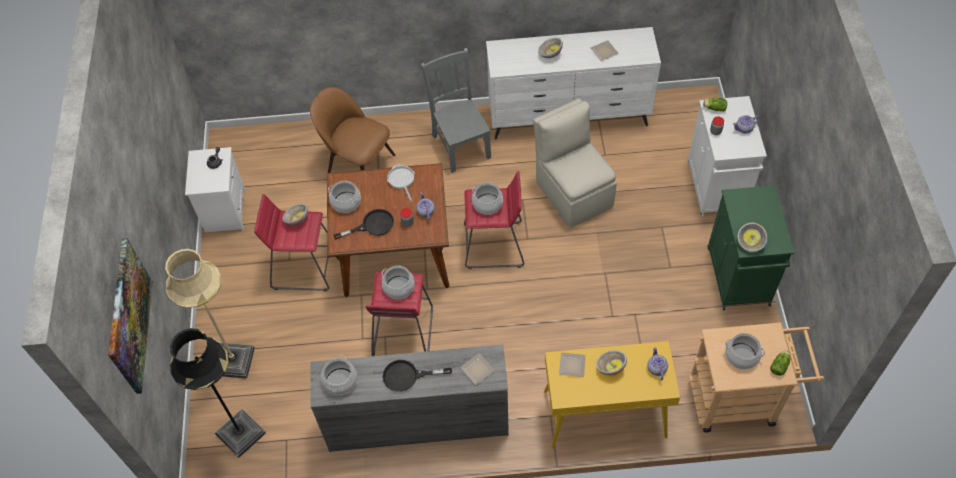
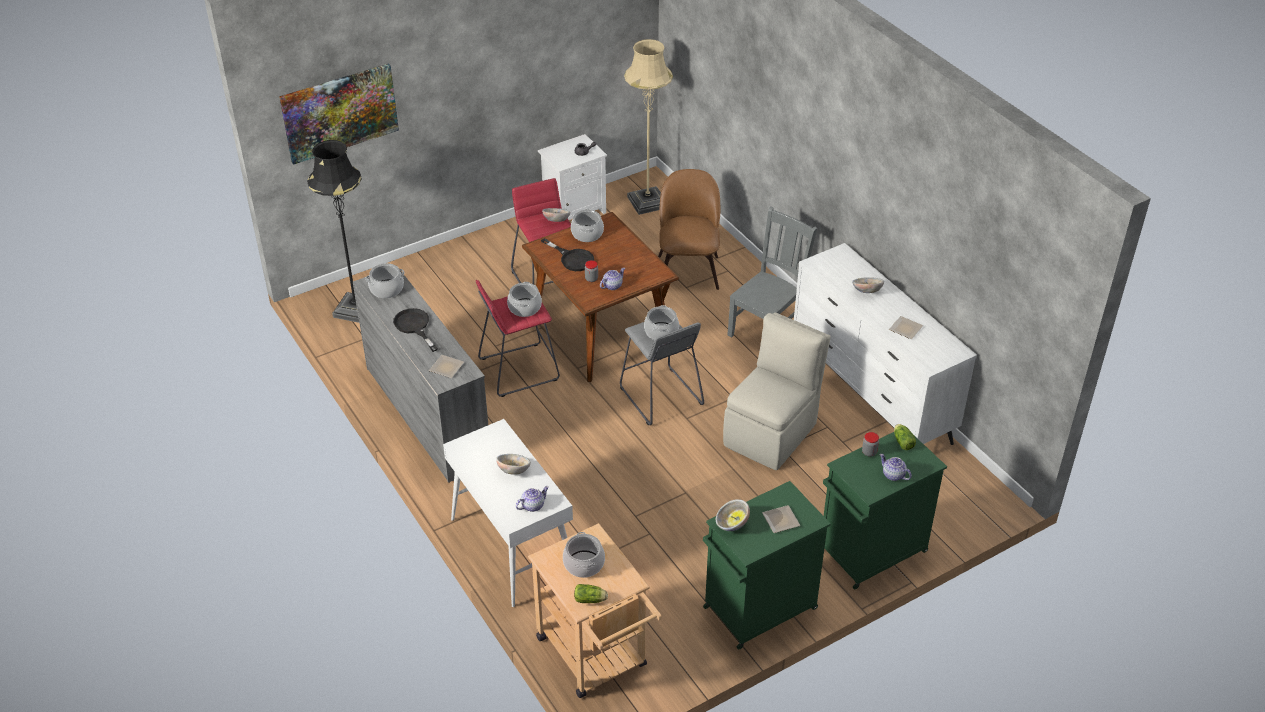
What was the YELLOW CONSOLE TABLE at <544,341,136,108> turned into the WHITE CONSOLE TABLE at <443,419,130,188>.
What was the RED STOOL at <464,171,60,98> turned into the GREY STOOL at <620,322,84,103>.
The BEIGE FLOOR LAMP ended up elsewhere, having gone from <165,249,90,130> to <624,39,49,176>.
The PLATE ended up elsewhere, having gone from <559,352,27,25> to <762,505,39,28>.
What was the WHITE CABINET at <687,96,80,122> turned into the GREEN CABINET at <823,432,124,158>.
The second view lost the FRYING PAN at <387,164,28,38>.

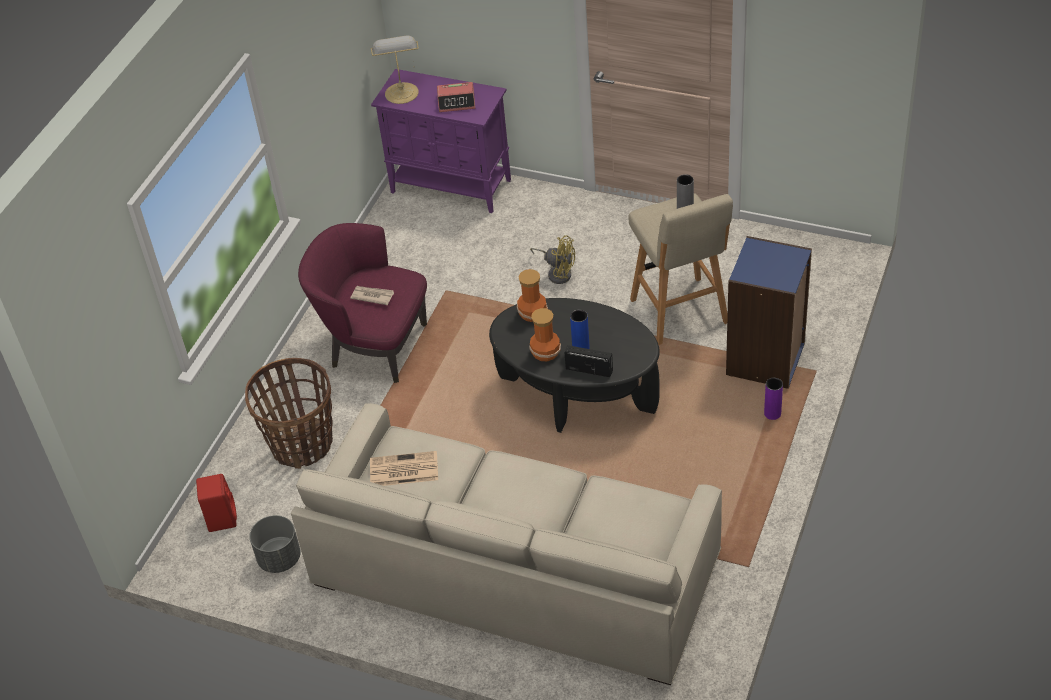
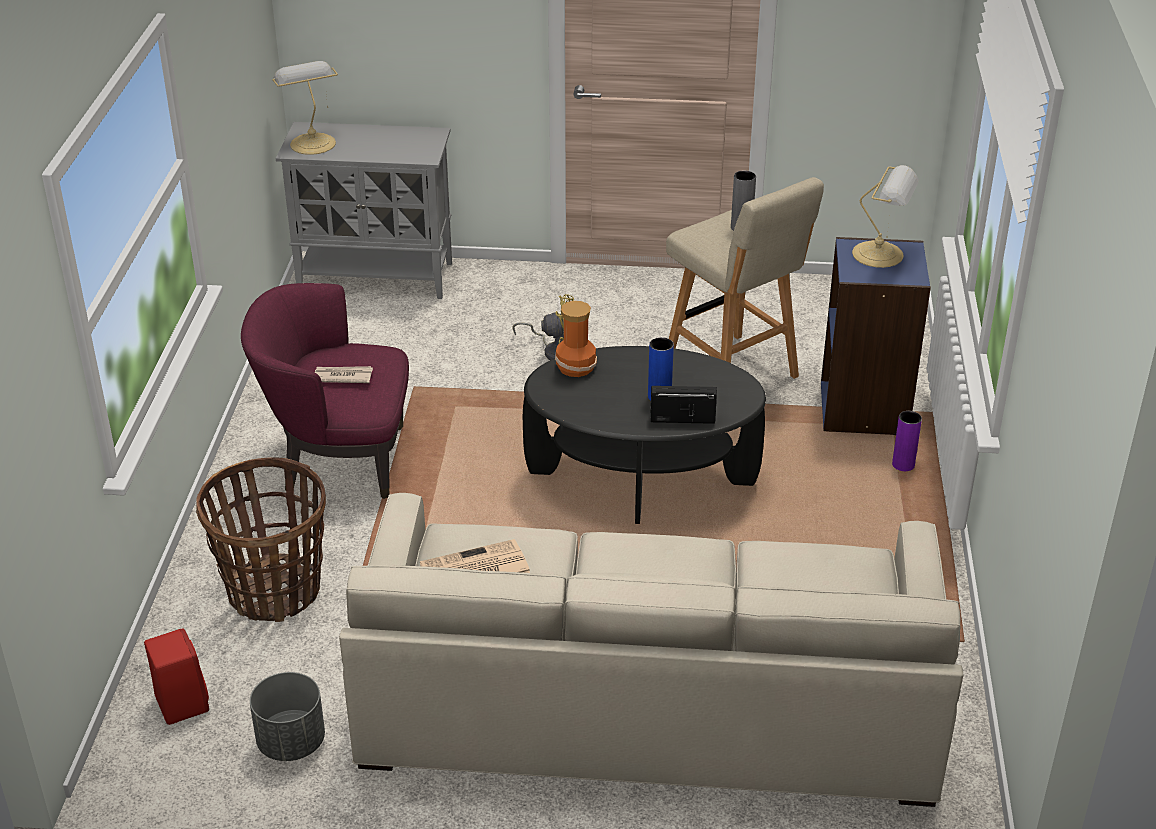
What was the PURPLE CABINET at <371,69,140,144> turned into the GREY CABINET at <275,122,177,177>.
The second view gained the TABLE LAMP at <852,165,67,103>.
The second view lost the ALARM CLOCK at <437,82,38,30>.
The second view lost the VASE at <529,308,32,53>.

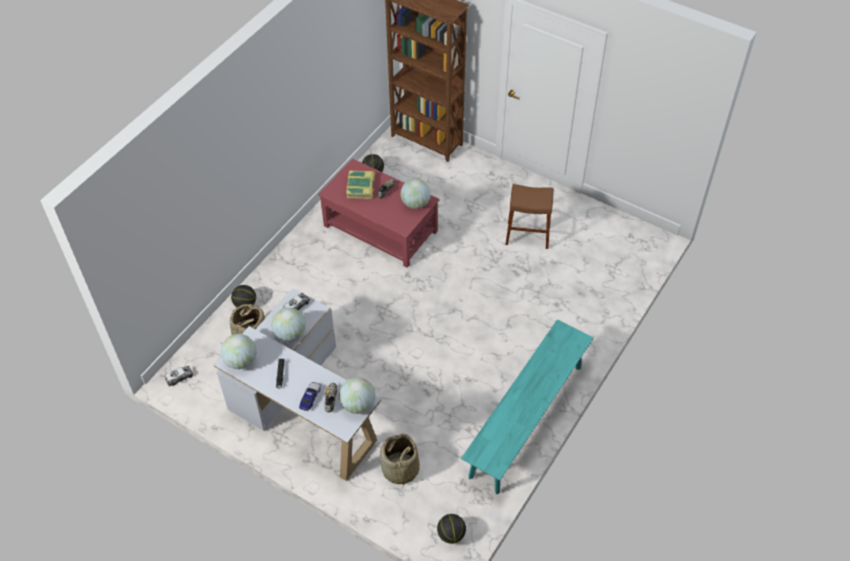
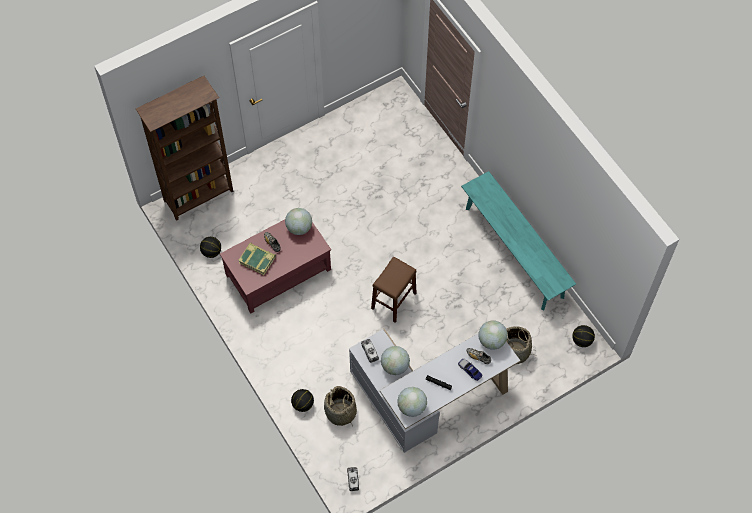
The BROWN STOOL ended up elsewhere, having gone from <505,184,49,65> to <371,256,45,67>.

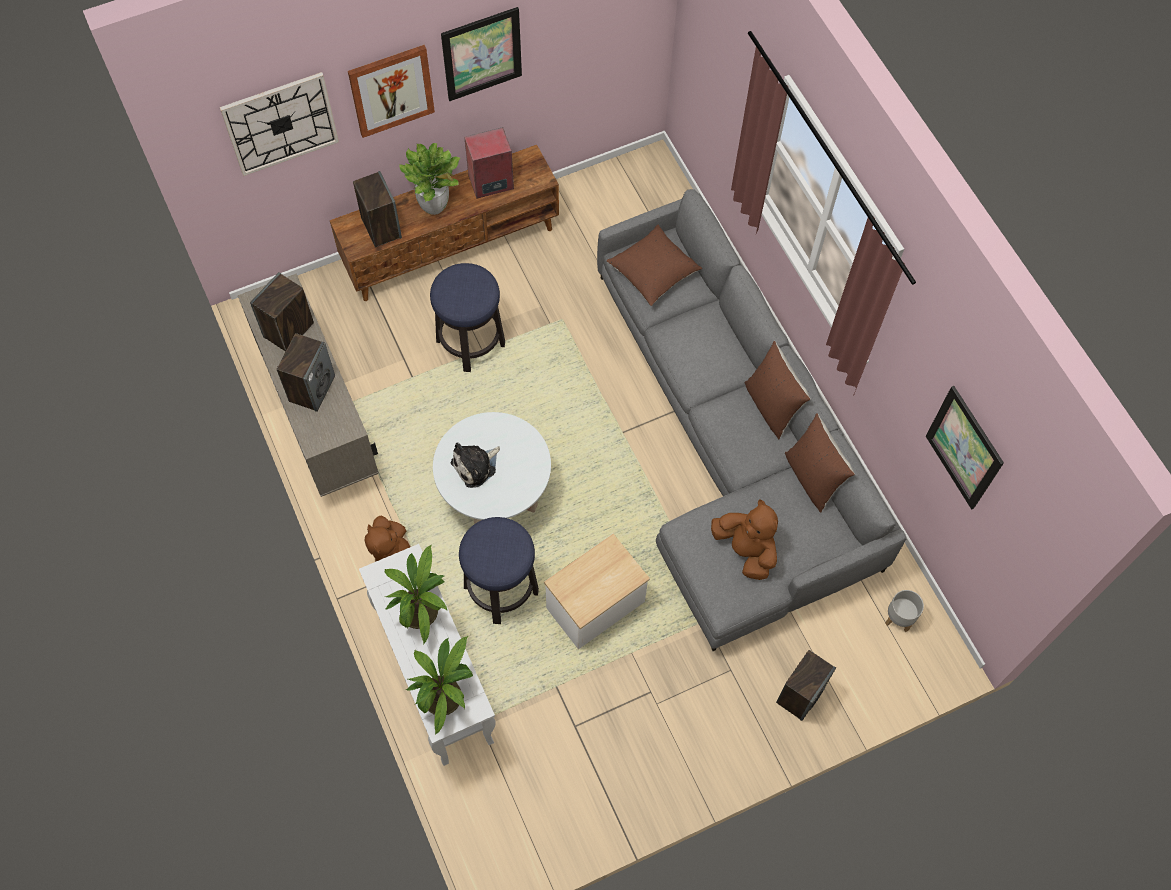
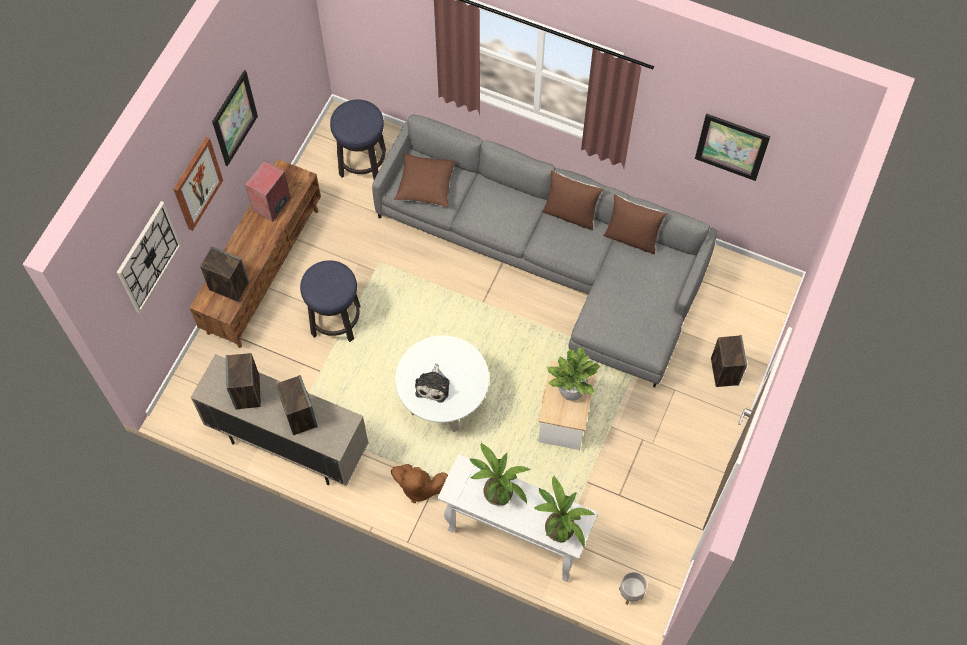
The STOOL ended up elsewhere, having gone from <459,517,80,107> to <330,100,56,80>.
The POTTED PLANT ended up elsewhere, having gone from <399,143,62,72> to <547,347,54,54>.
The GREY PLANTER ended up elsewhere, having gone from <885,590,39,42> to <619,572,28,33>.
The second view lost the BROWN PLUSH TOY at <711,499,67,81>.

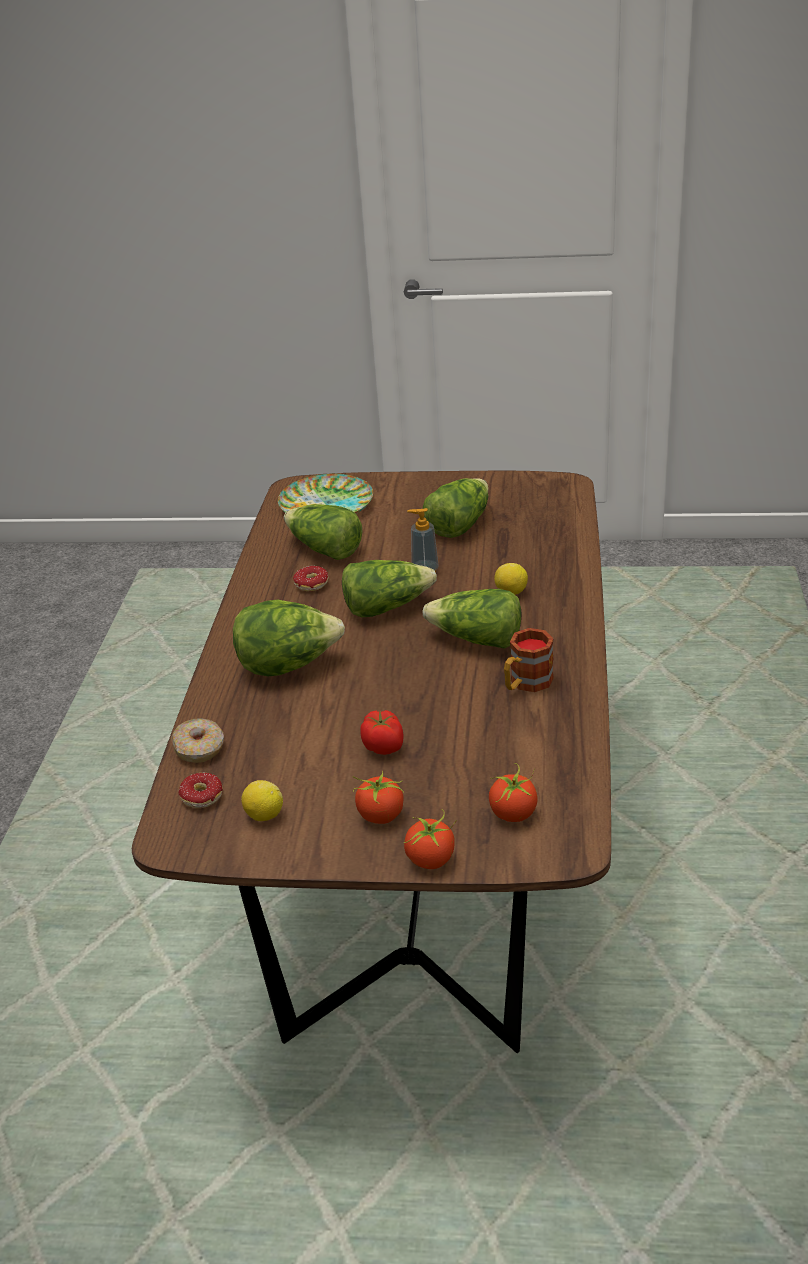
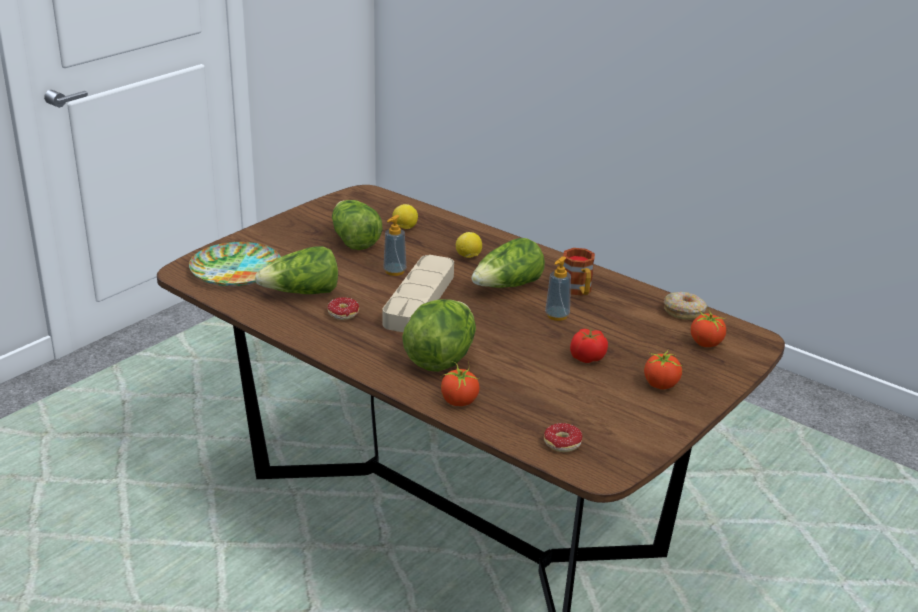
Where the LETTUCE stood at <342,560,95,57>, the BEIGE TRAY came to stand at <383,255,71,77>.
The LEMON ended up elsewhere, having gone from <241,780,42,41> to <392,204,26,25>.
The TOMATO ended up elsewhere, having gone from <404,809,53,60> to <441,362,39,44>.
The second view gained the SOAP DISPENSER at <545,256,26,65>.
The DONUT ended up elsewhere, having gone from <171,718,53,45> to <664,292,43,28>.

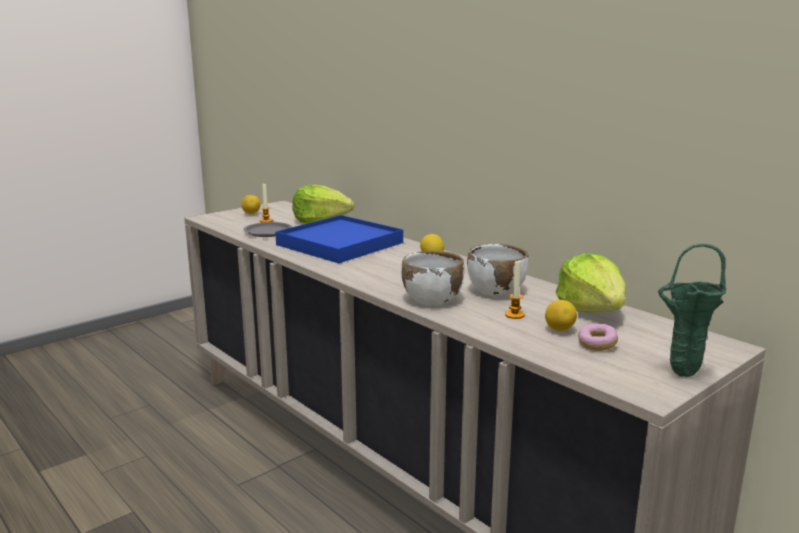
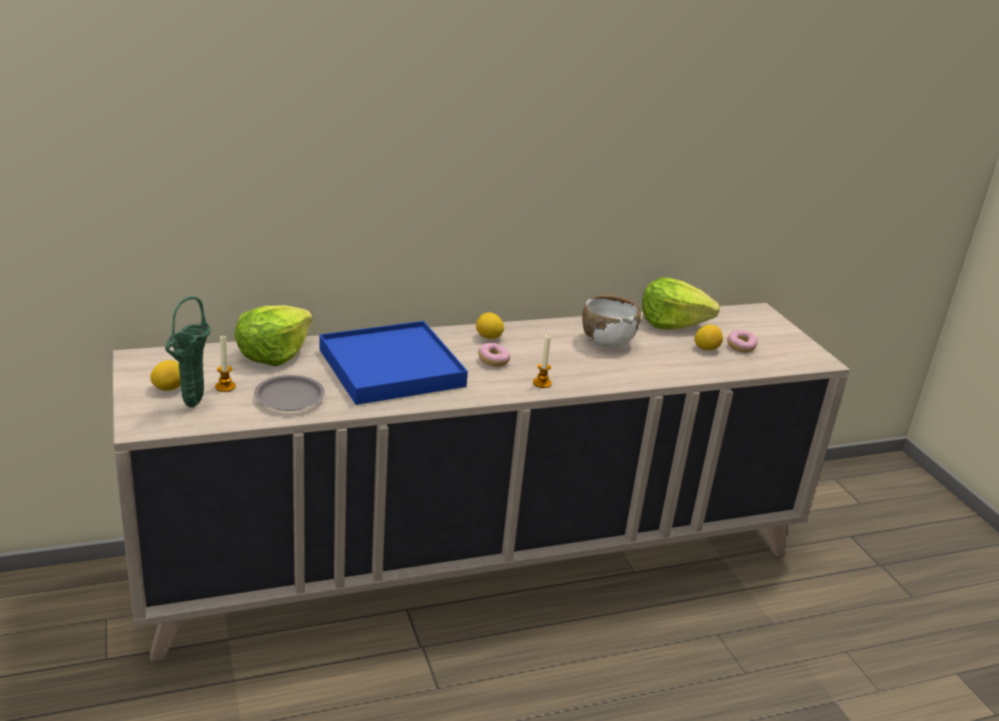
The GREEN VASE ended up elsewhere, having gone from <658,244,68,133> to <165,296,46,112>.
The second view gained the DONUT at <478,343,32,24>.
The CANDLE ended up elsewhere, having gone from <505,260,20,59> to <533,334,19,54>.
The second view lost the WHITE BOWL at <402,251,63,55>.

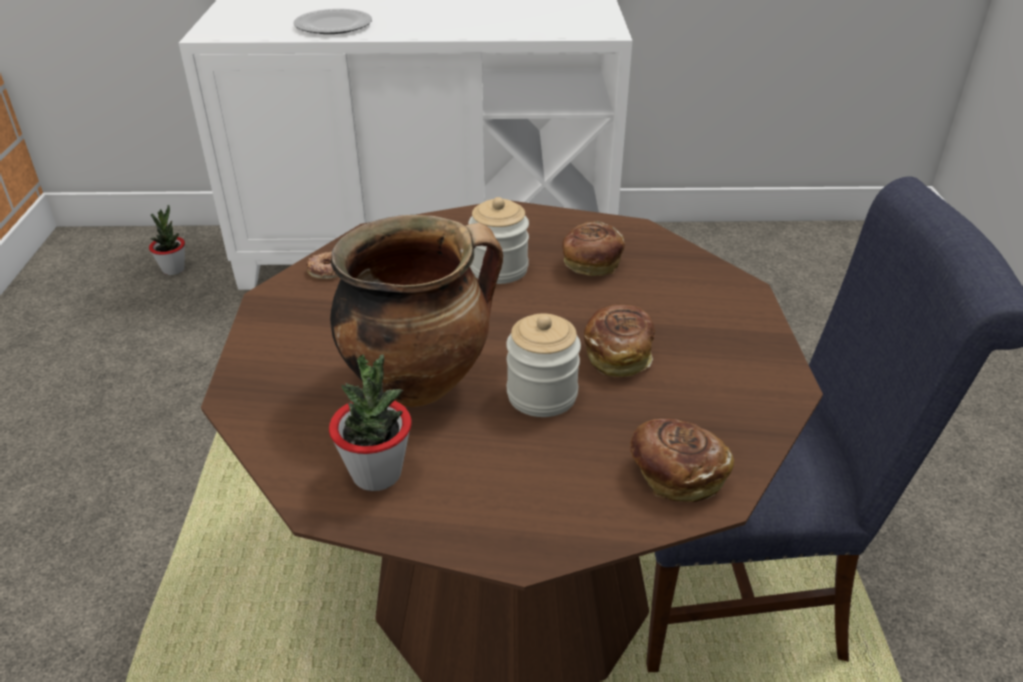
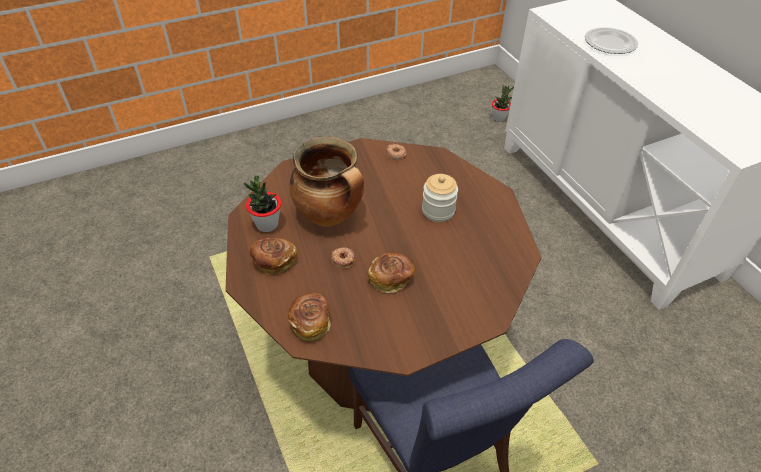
The BREAD ended up elsewhere, having gone from <562,221,63,55> to <250,238,47,37>.
Where the JAR stood at <506,313,75,104>, the DONUT came to stand at <331,247,24,22>.

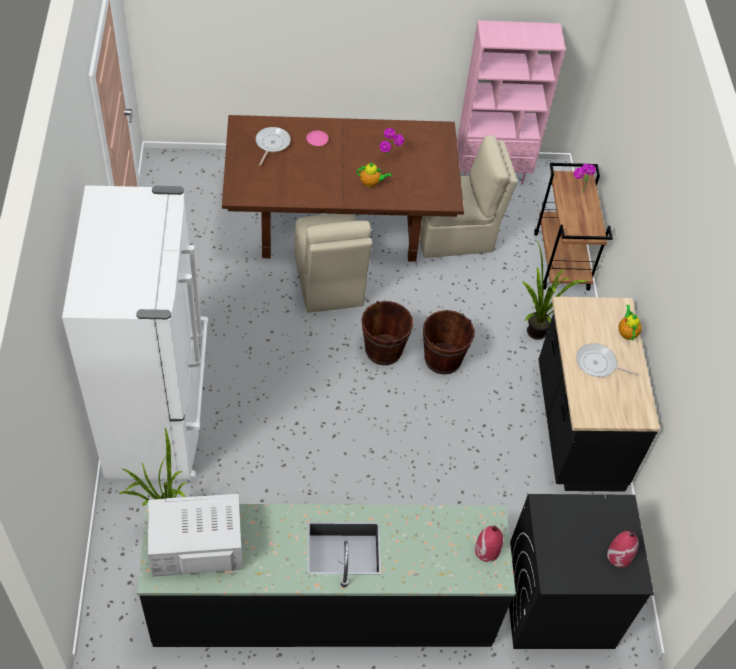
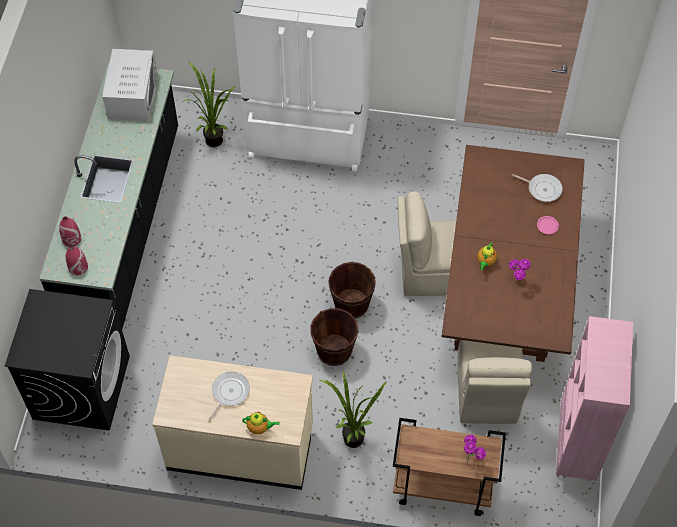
The RED VASE ended up elsewhere, having gone from <607,531,32,36> to <59,216,22,31>.
What was the BLACK COUNTER at <538,297,122,195> turned into the BEIGE COUNTER at <152,355,161,135>.

